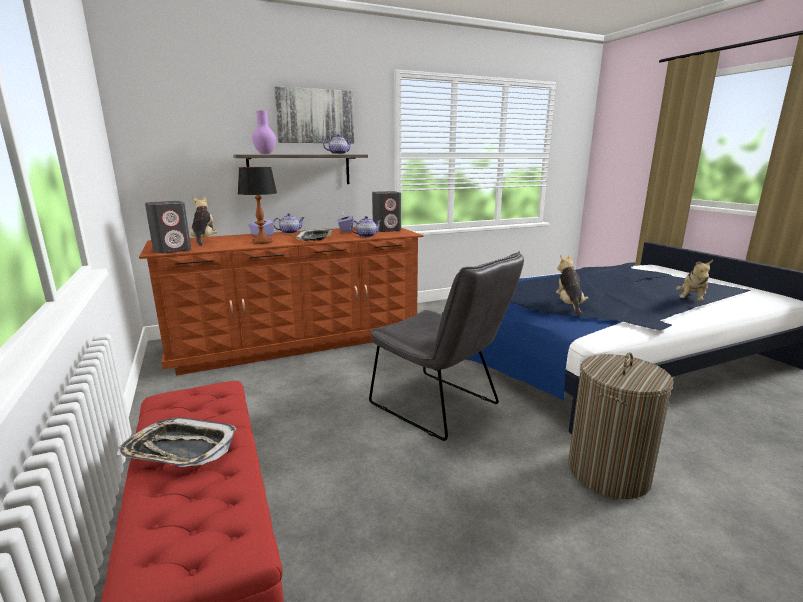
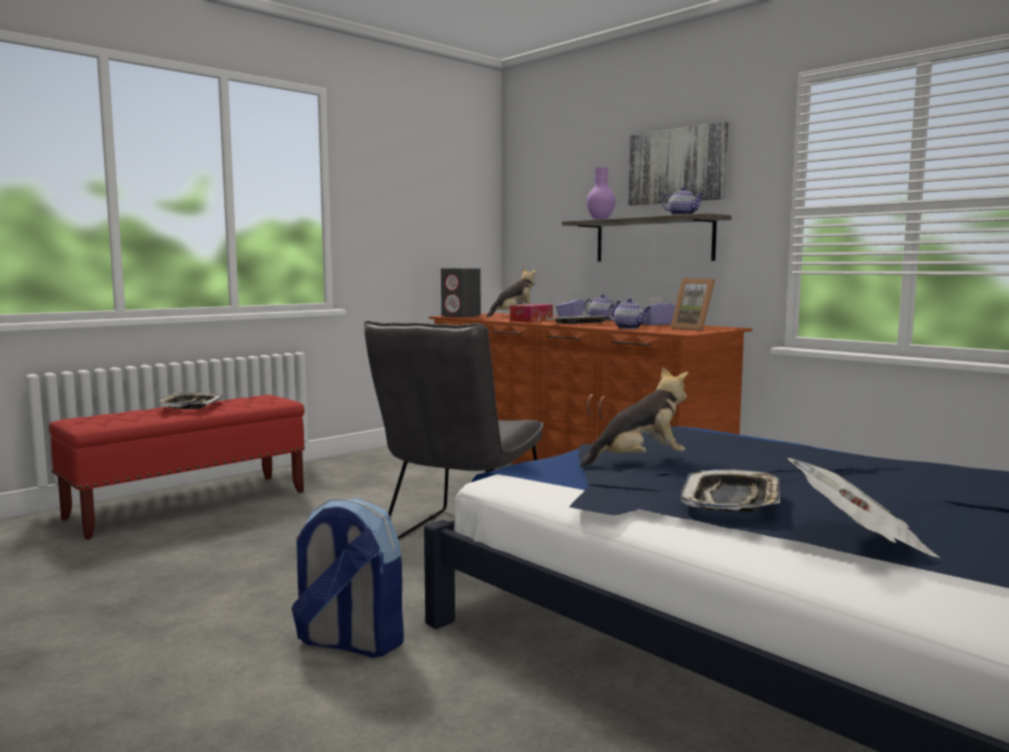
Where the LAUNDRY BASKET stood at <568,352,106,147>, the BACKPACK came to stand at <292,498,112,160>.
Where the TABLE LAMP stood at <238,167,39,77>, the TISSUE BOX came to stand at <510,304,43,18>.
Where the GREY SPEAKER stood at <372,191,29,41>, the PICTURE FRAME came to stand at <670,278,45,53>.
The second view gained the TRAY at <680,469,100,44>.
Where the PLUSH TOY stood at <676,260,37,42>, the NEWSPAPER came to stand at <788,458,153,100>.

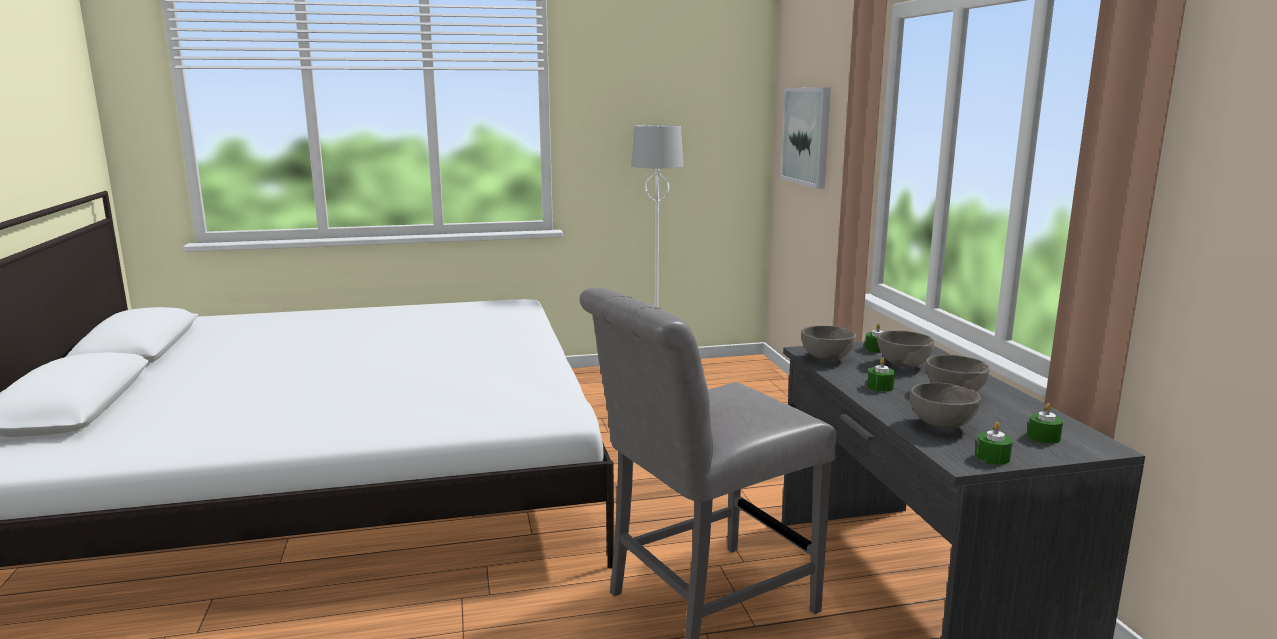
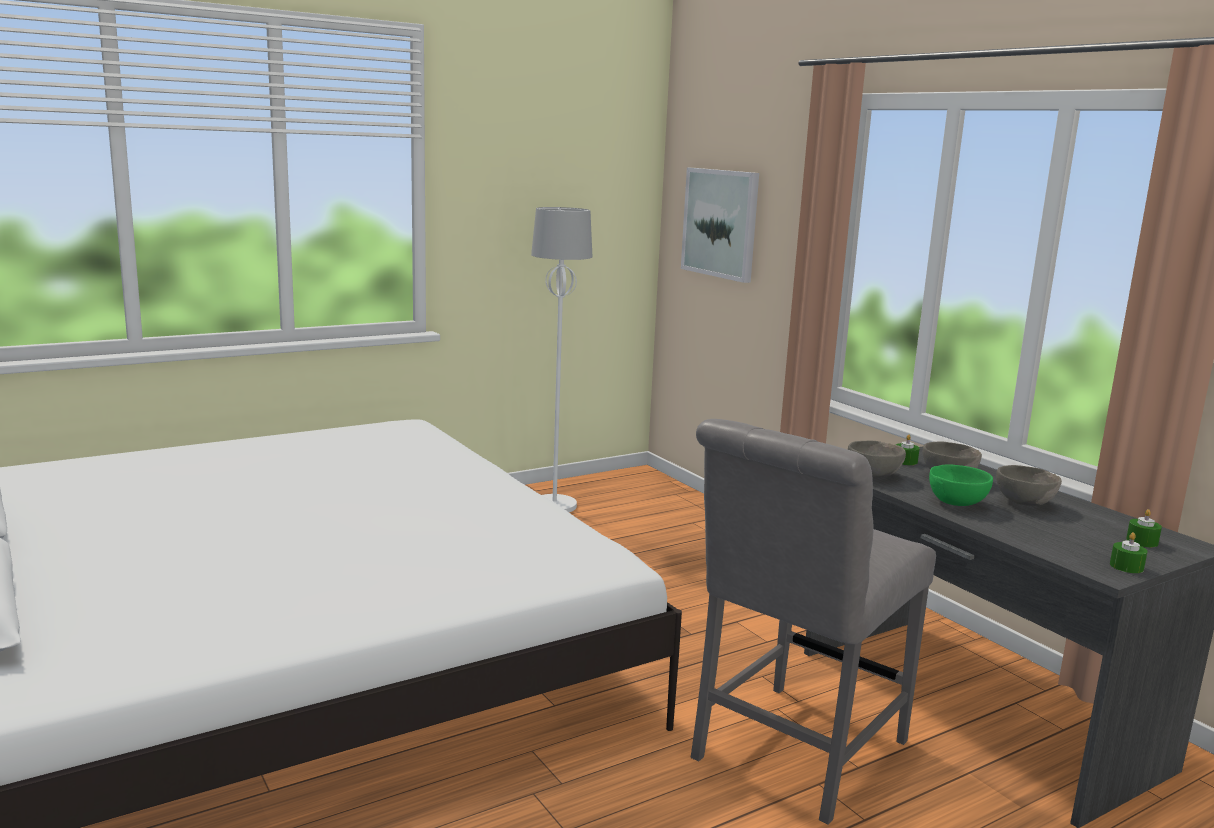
Where the GREEN CANDLE stood at <867,358,28,34>, the GREEN BOWL came to stand at <929,464,64,42>.
The second view lost the GREY BOWL at <910,383,71,45>.

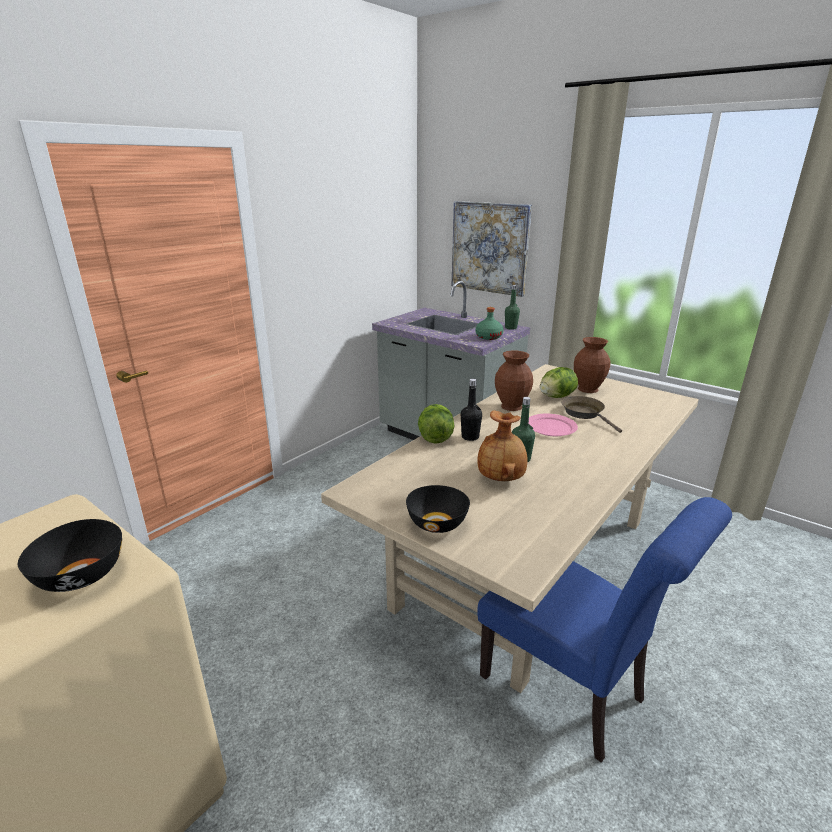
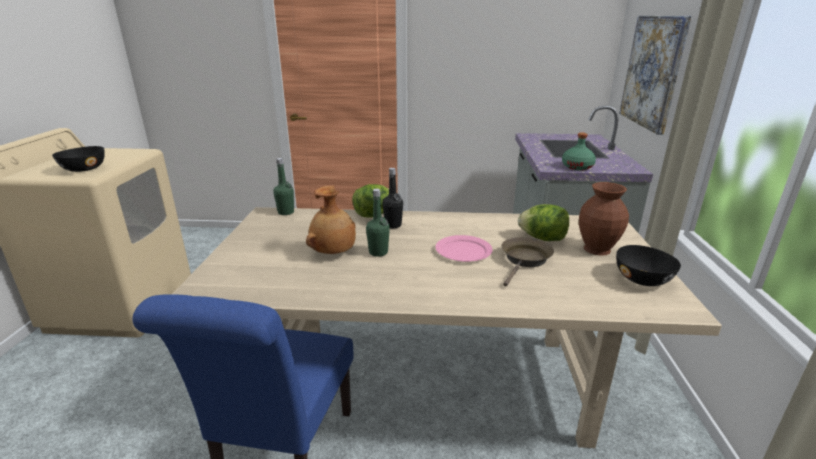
The GREEN BOTTLE ended up elsewhere, having gone from <505,285,15,45> to <273,158,21,57>.
The BLACK BOWL ended up elsewhere, having gone from <406,485,64,48> to <616,245,65,41>.
The second view lost the BROWN VASE at <495,351,38,60>.

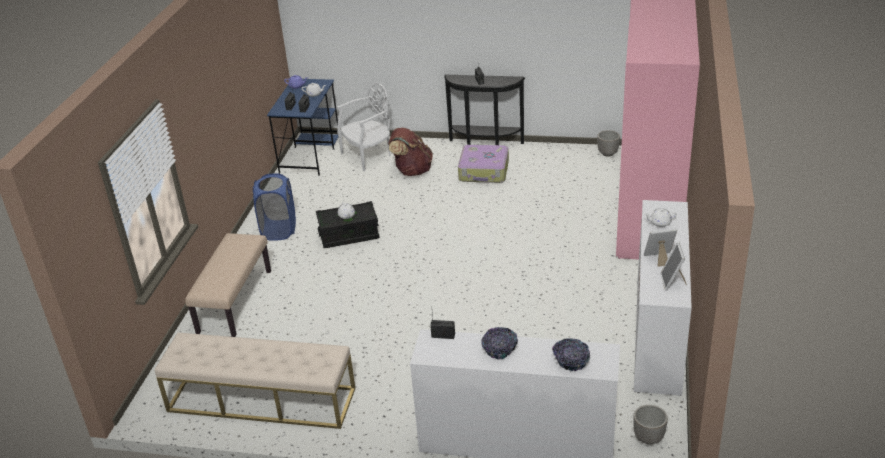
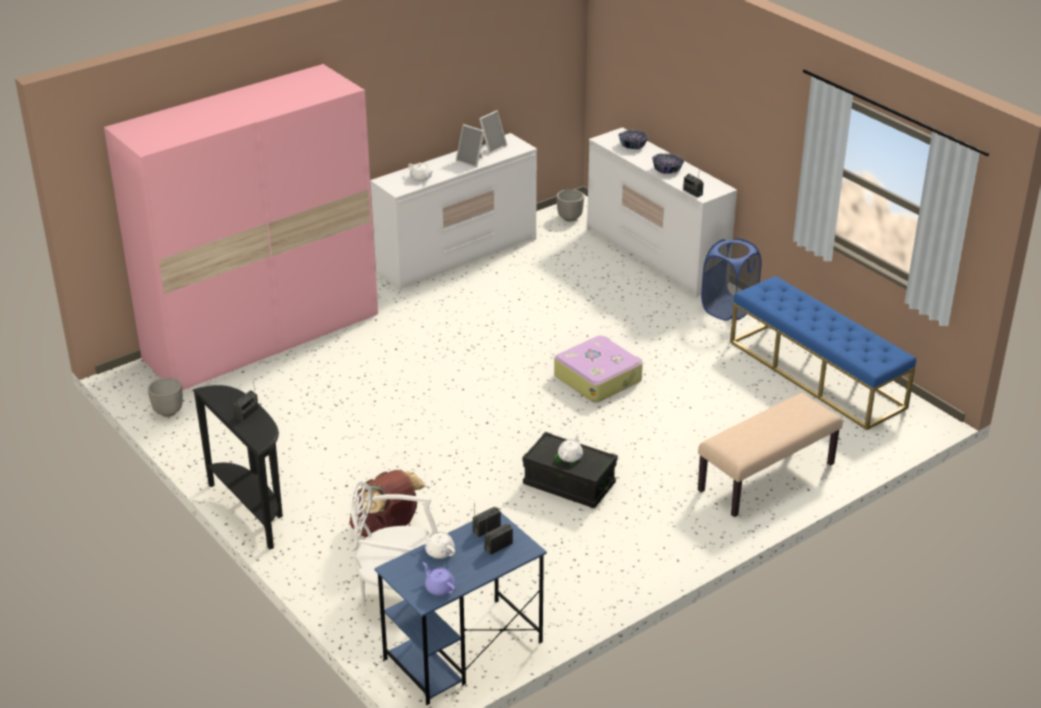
The SUITCASE ended up elsewhere, having gone from <458,145,51,38> to <554,335,89,68>.
The BLUE LAUNDRY BASKET ended up elsewhere, having gone from <253,173,43,68> to <701,238,61,83>.
What was the BEIGE BENCH at <155,332,201,97> turned into the BLUE BENCH at <730,276,186,154>.

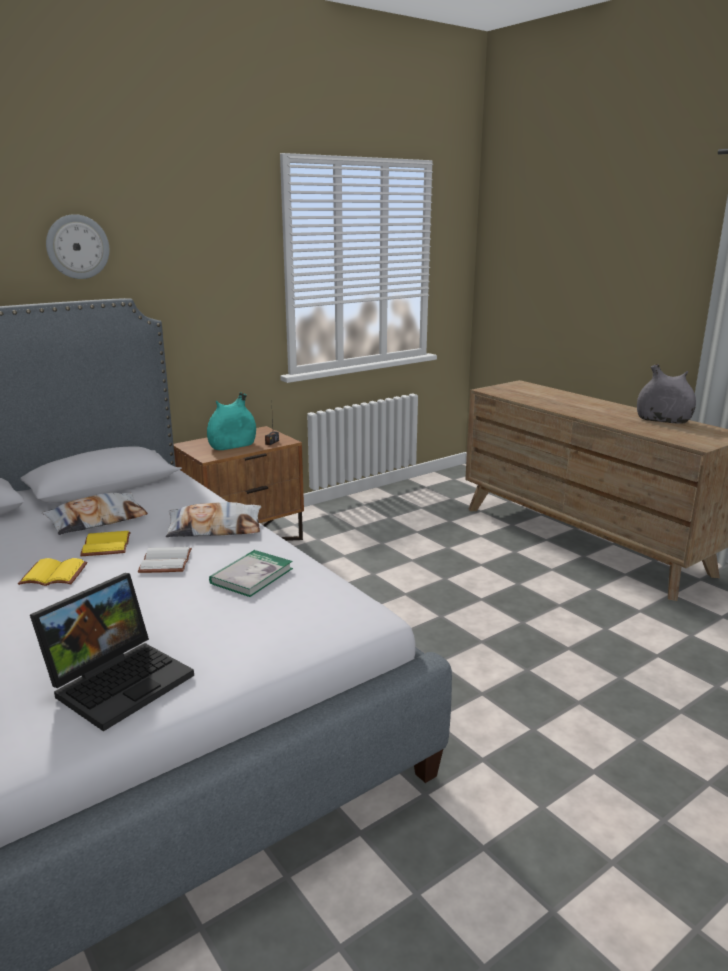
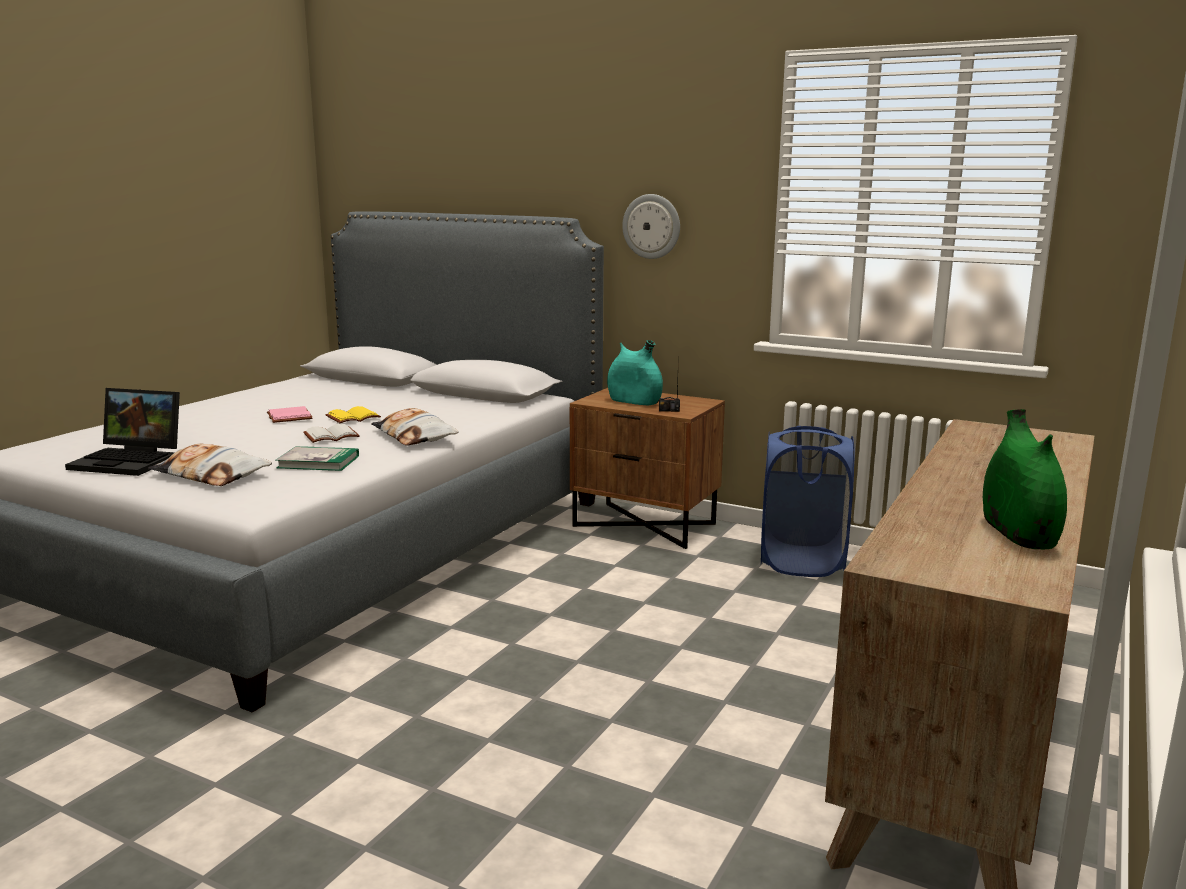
The PILLOW ended up elsewhere, having gone from <42,493,106,42> to <148,444,124,42>.
What was the YELLOW BOOK at <18,558,69,28> turned into the PINK BOOK at <267,406,46,17>.
The WALL CLOCK ended up elsewhere, having gone from <46,214,63,65> to <622,194,58,65>.
The second view gained the BLUE LAUNDRY BASKET at <761,426,94,151>.
What was the GREY VASE at <637,364,59,60> turned into the GREEN VASE at <983,409,84,140>.

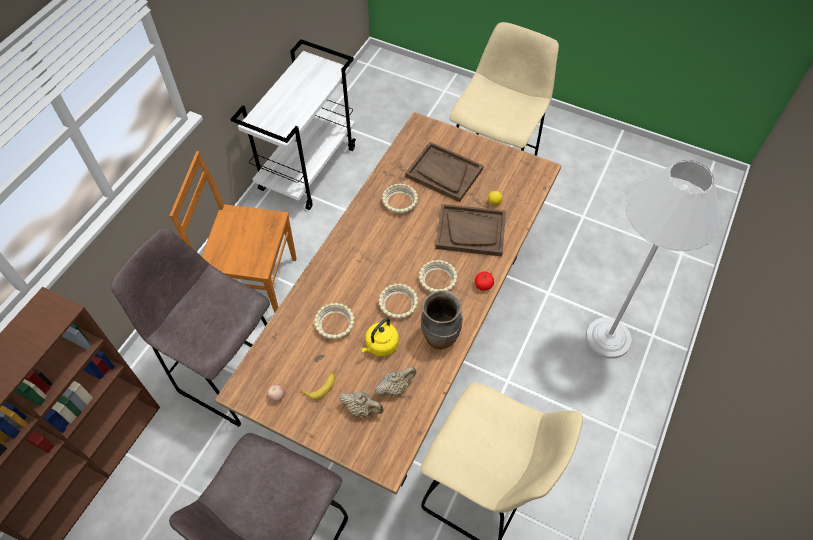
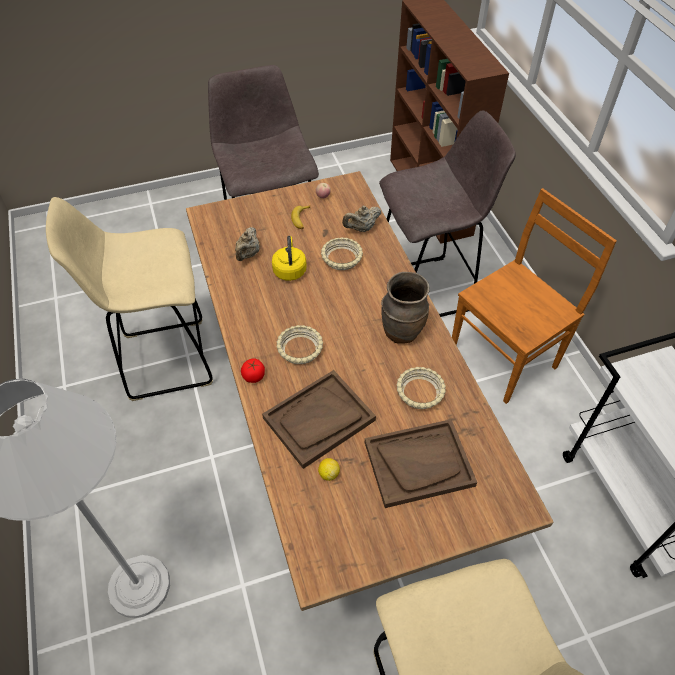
The BEIGE TEAPOT ended up elsewhere, having gone from <339,392,45,26> to <342,206,39,26>.
The BROWN VASE ended up elsewhere, having gone from <421,290,42,59> to <381,272,49,72>.
The second view lost the BEIGE BOWL at <378,283,40,36>.

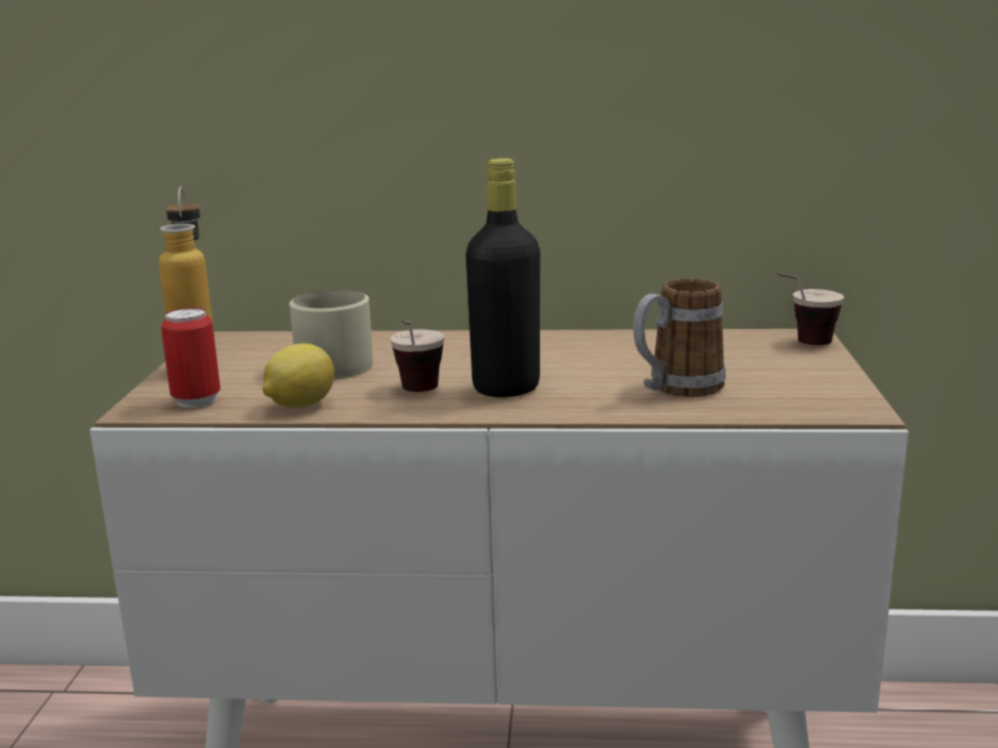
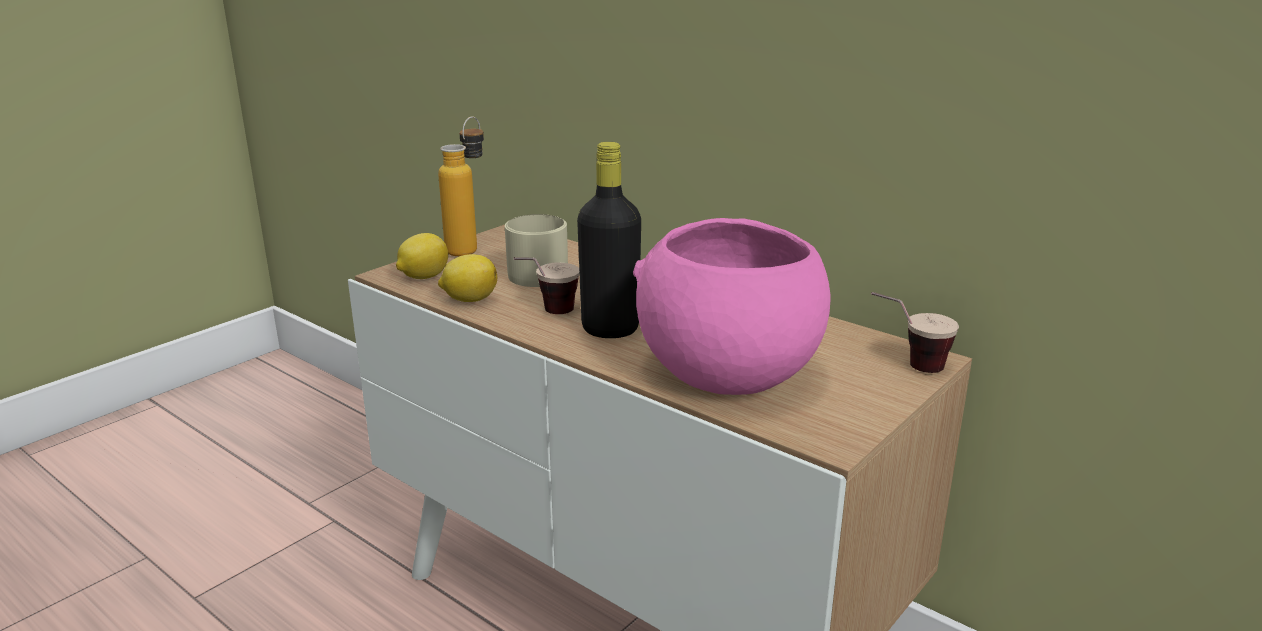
Where the CAN stood at <161,307,59,101>, the LEMON came to stand at <396,233,52,46>.
Where the MUG stood at <633,278,93,119>, the PINK BOWL came to stand at <633,218,197,177>.

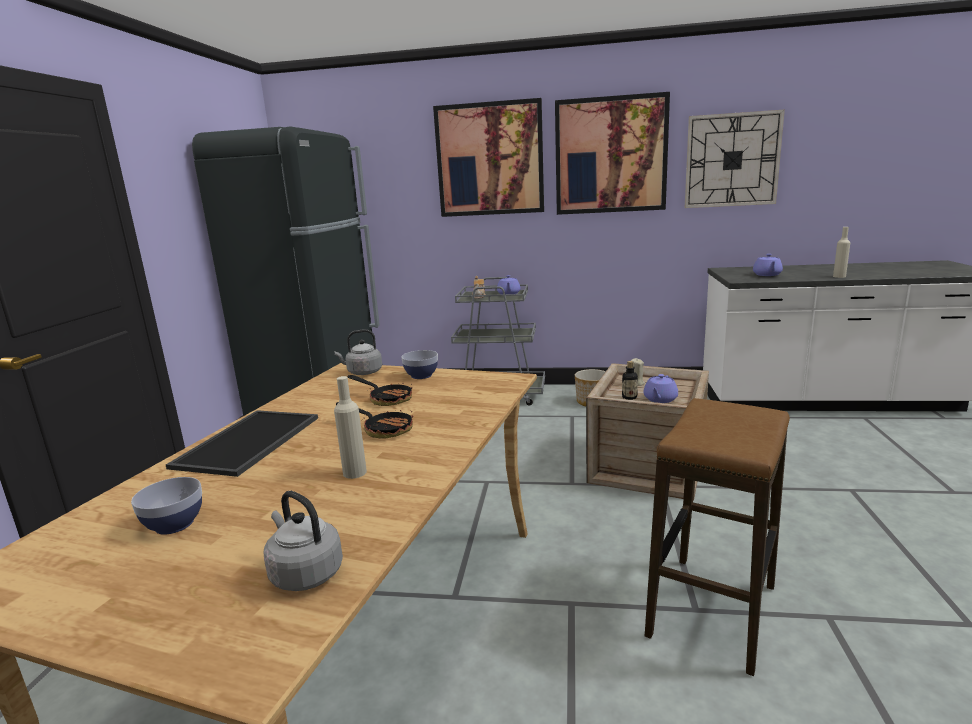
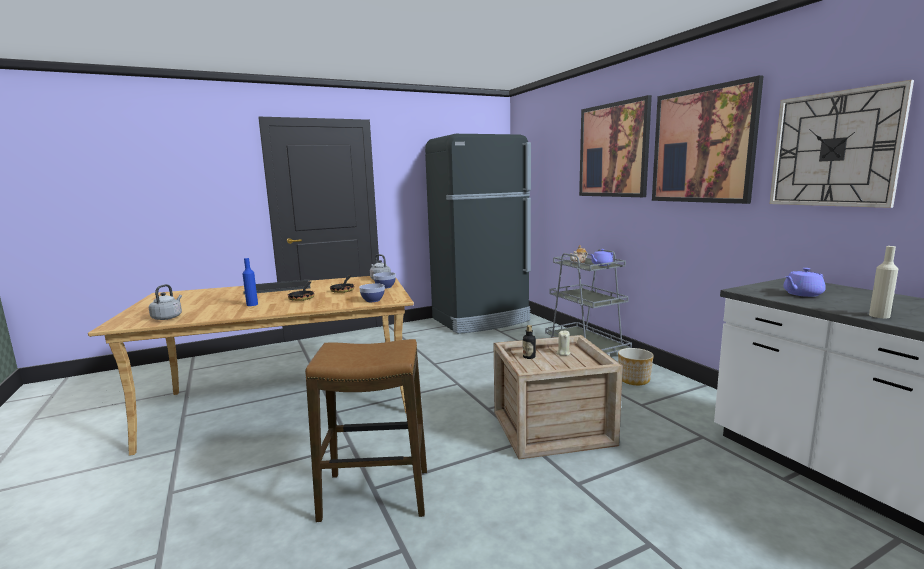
What was the BEIGE BOTTLE at <334,376,33,103> turned into the BLUE BOTTLE at <242,258,16,48>.
The BOWL ended up elsewhere, having gone from <131,477,71,58> to <359,283,26,19>.
The second view lost the PURPLE TEAPOT at <643,374,35,29>.

